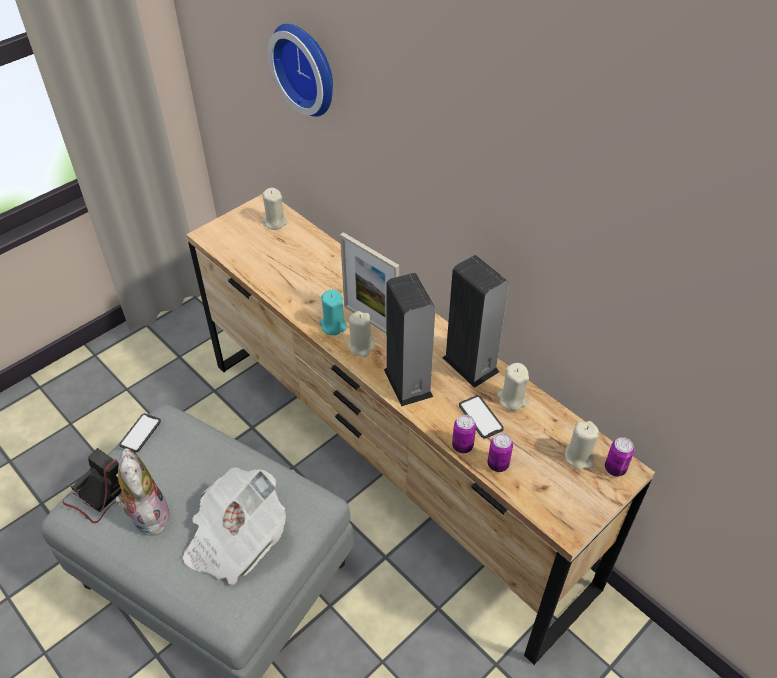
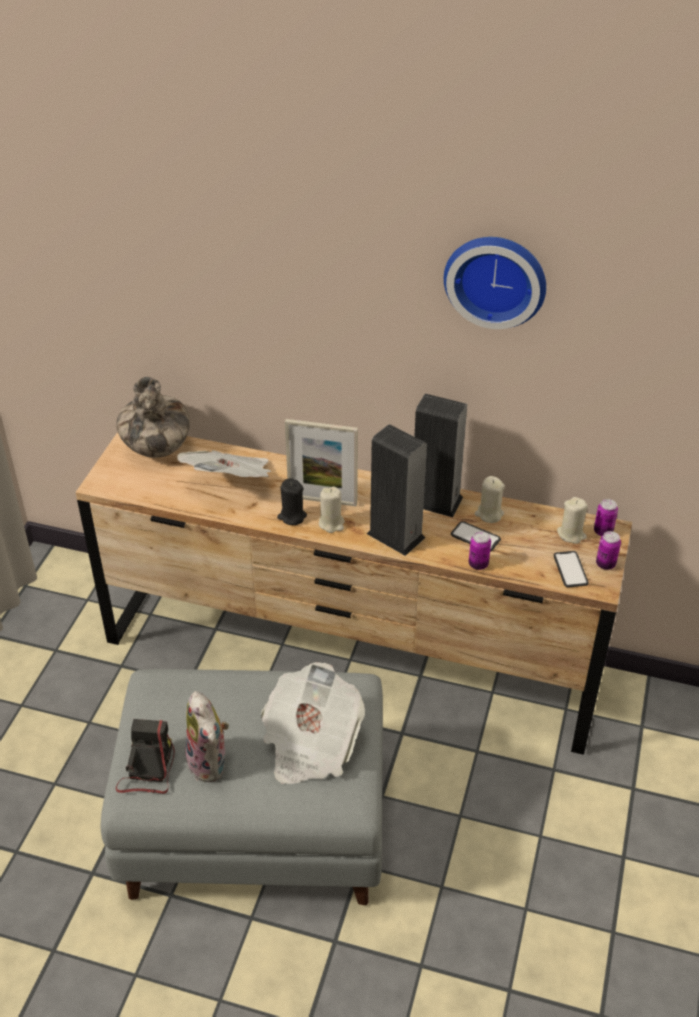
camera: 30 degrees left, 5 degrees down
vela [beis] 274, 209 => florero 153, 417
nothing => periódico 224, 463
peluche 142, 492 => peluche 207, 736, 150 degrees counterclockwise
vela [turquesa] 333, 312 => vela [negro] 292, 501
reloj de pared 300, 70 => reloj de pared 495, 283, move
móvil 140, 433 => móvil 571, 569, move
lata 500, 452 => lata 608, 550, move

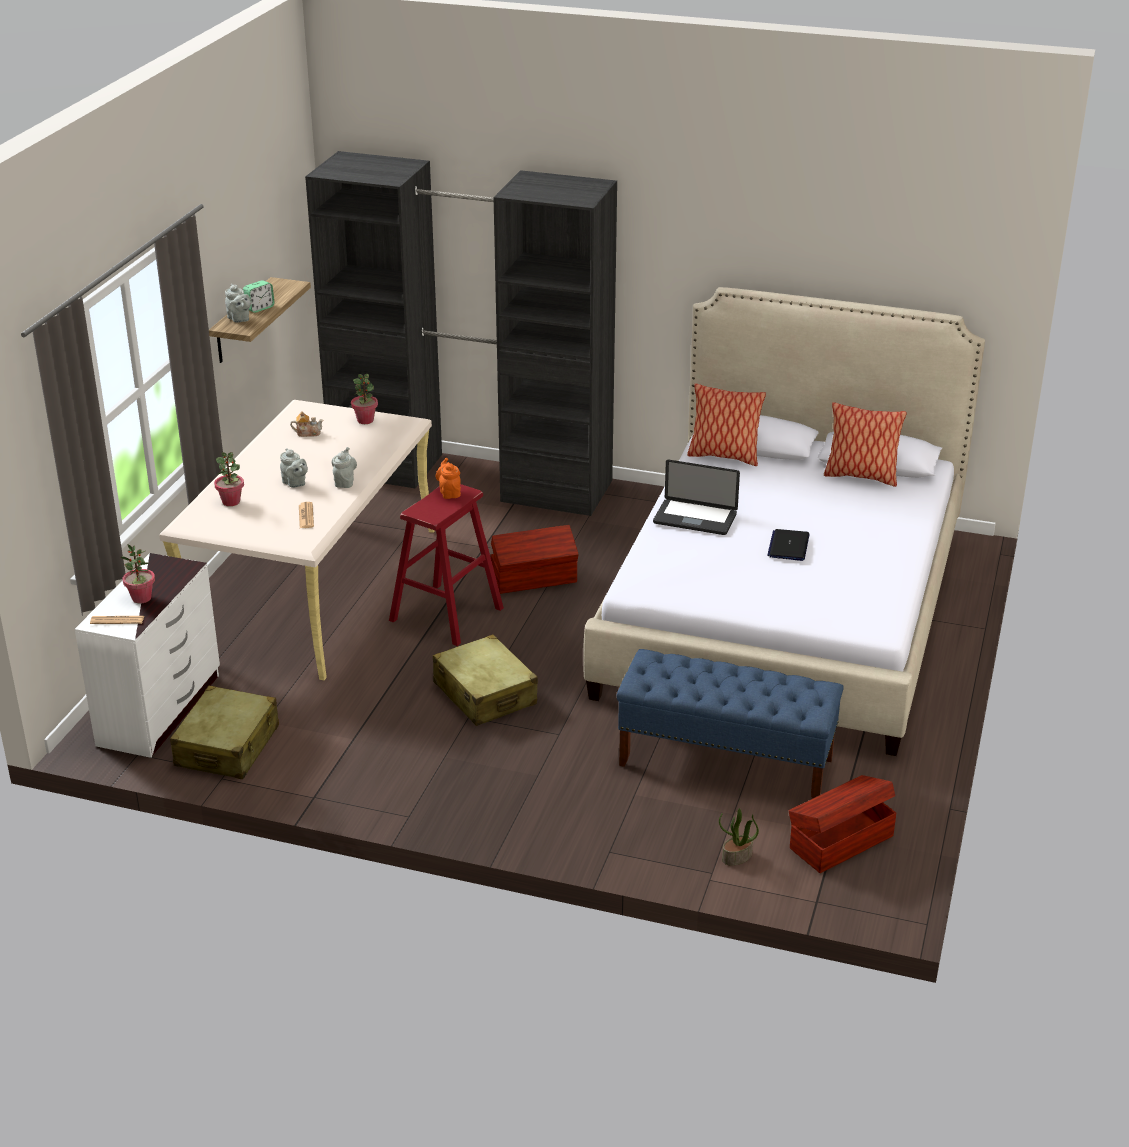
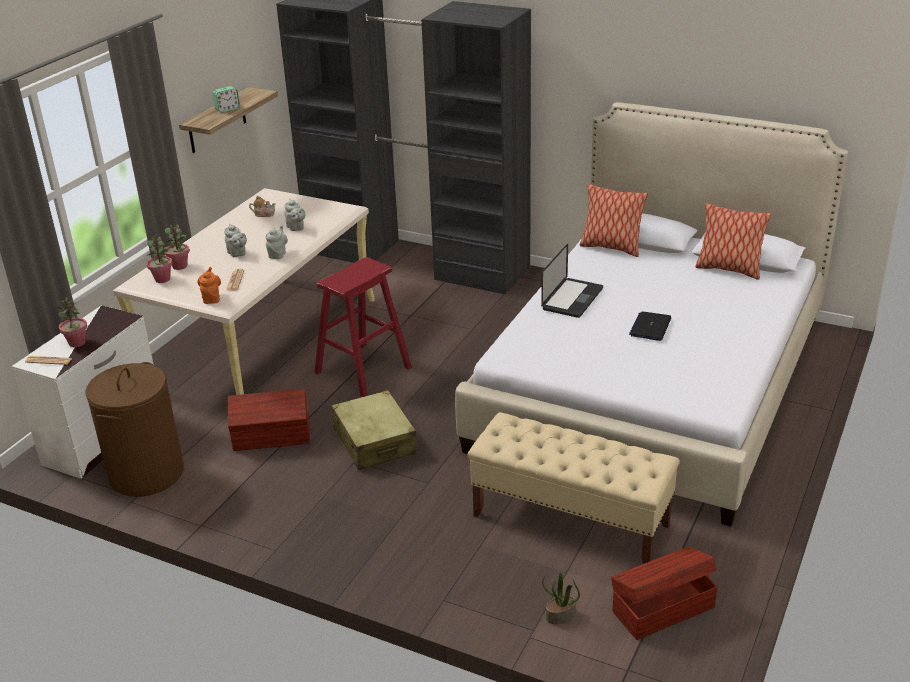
camera: 10 degrees right, 0 degrees up
maleta [beis] 224, 732 => cesto de la ropa [marrón] 134, 429
planta en maceta 364, 399 => planta en maceta 159, 259, move
tetera [naranja] 448, 478 => tetera [naranja] 209, 285, move
caja de almacenaje [marrón] 534, 559 => caja de almacenaje [marrón] 269, 420, move
tetera [gris] 238, 303 => tetera [gris] 294, 215, move
banco [azul] 730, 724 => banco [beis] 574, 488
portátil 696, 497 => portátil 572, 280, 90 degrees counterclockwise

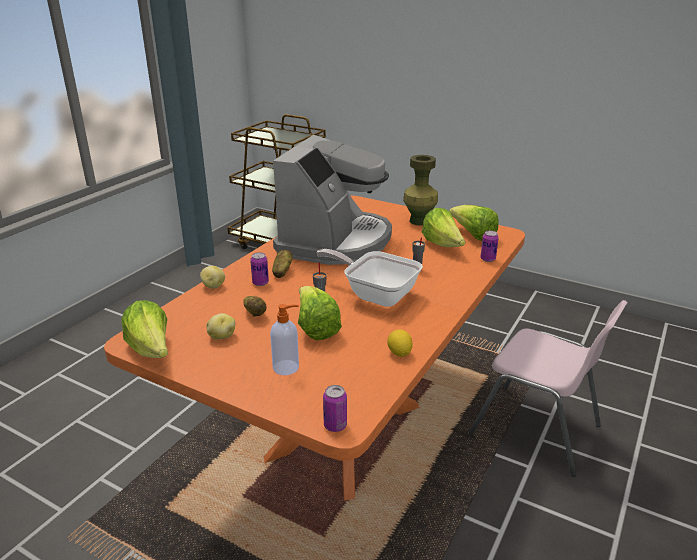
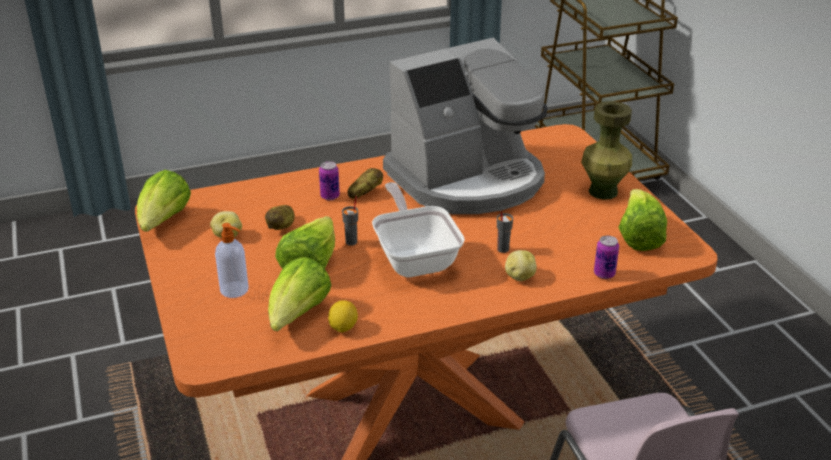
camera: 40 degrees right, 5 degrees up
lechuga 443, 227 => lechuga 299, 294, move
patata 212, 277 => patata 521, 265, move
lata 335, 408 => nothing

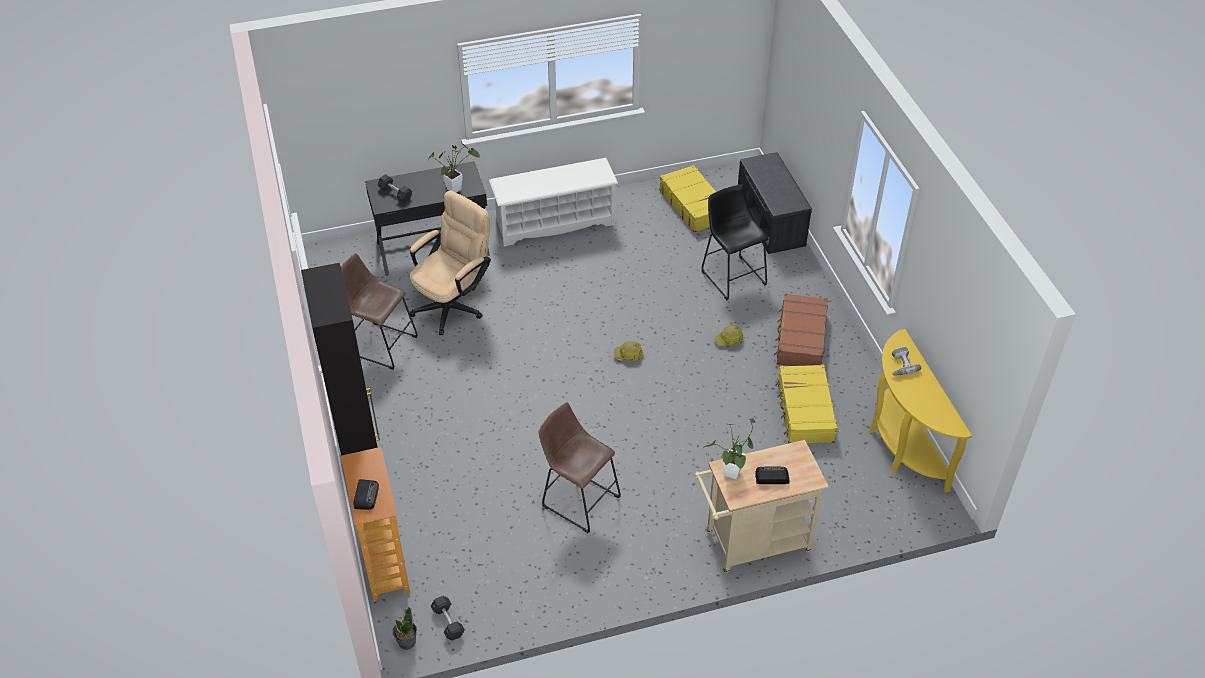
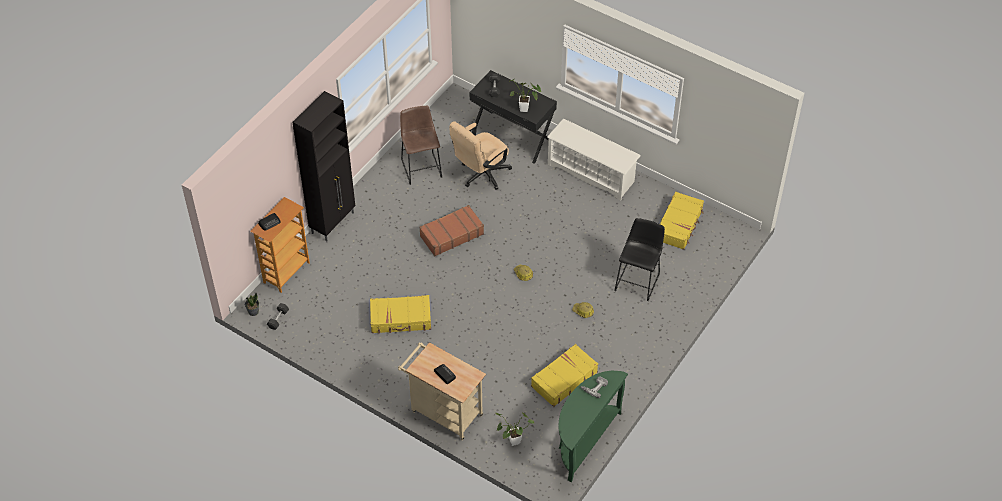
camera: 50 degrees right, 5 degrees up
taburete [marrón] 579, 467 => maleta [amarillo] 400, 314
maleta [marrón] 801, 329 => maleta [marrón] 451, 230, move
silla de oficina [beis] 450, 262 => silla de oficina [beis] 480, 155, 135 degrees clockwise
planta en maceta 729, 448 => planta en maceta 515, 429, move
mesa consola [amarillo] 921, 411 => mesa consola [verde] 593, 426
banco [gris] 775, 203 => nothing

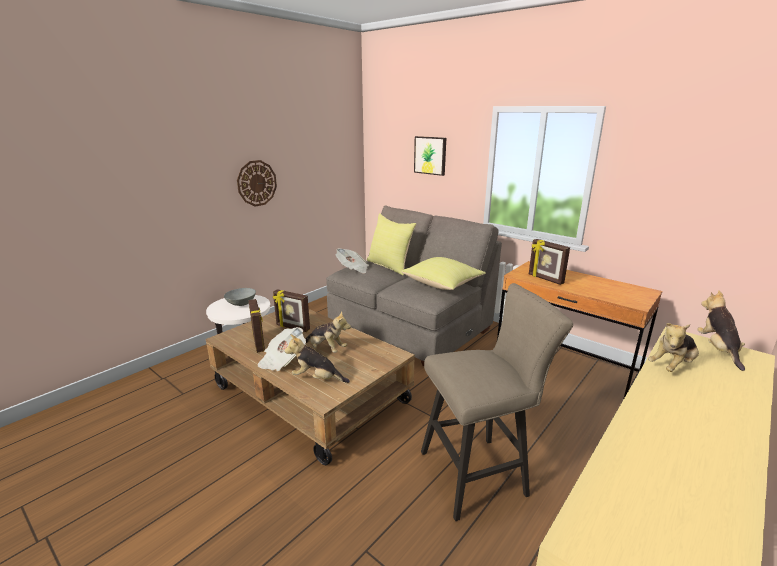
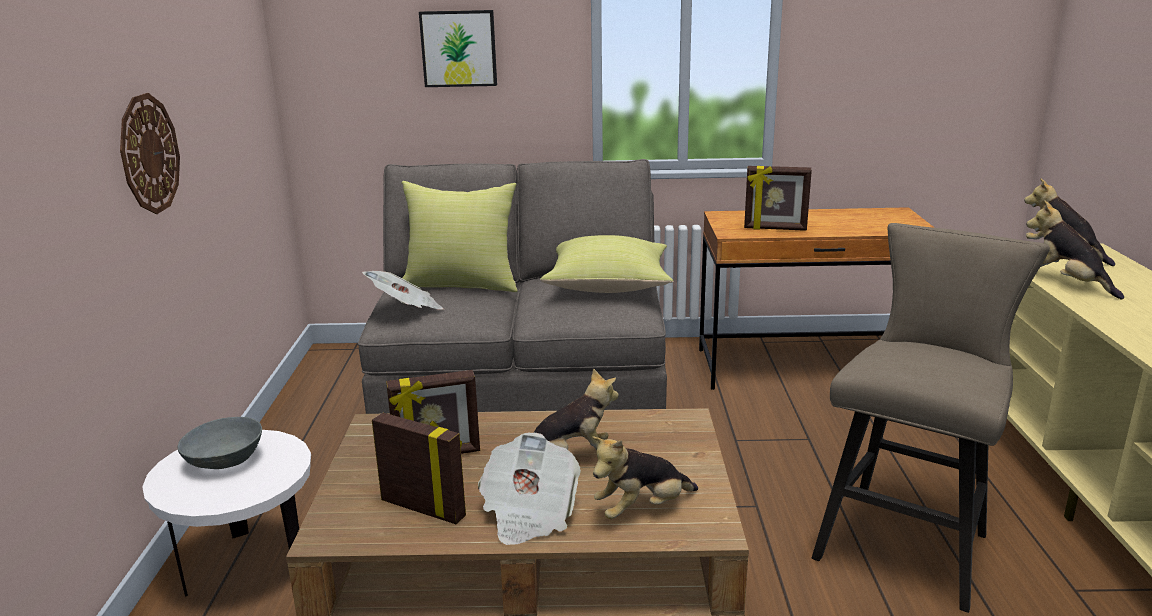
camera: 40 degrees left, 0 degrees up
peluche 673, 347 => peluche 1075, 250, 135 degrees clockwise

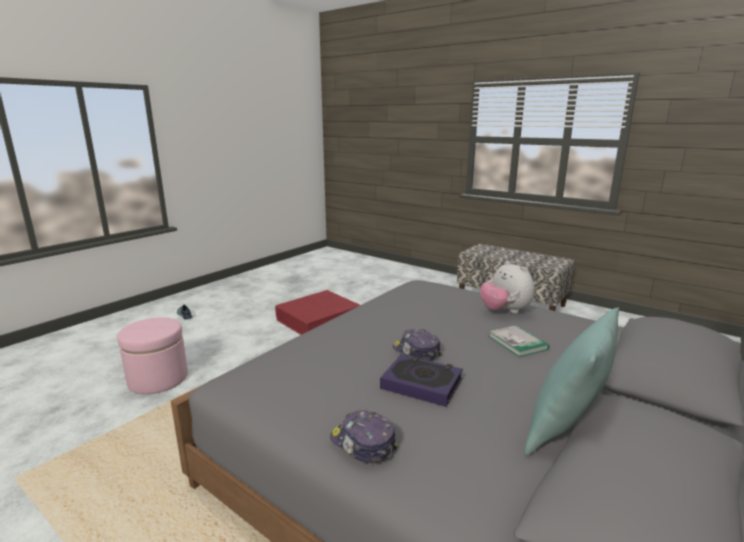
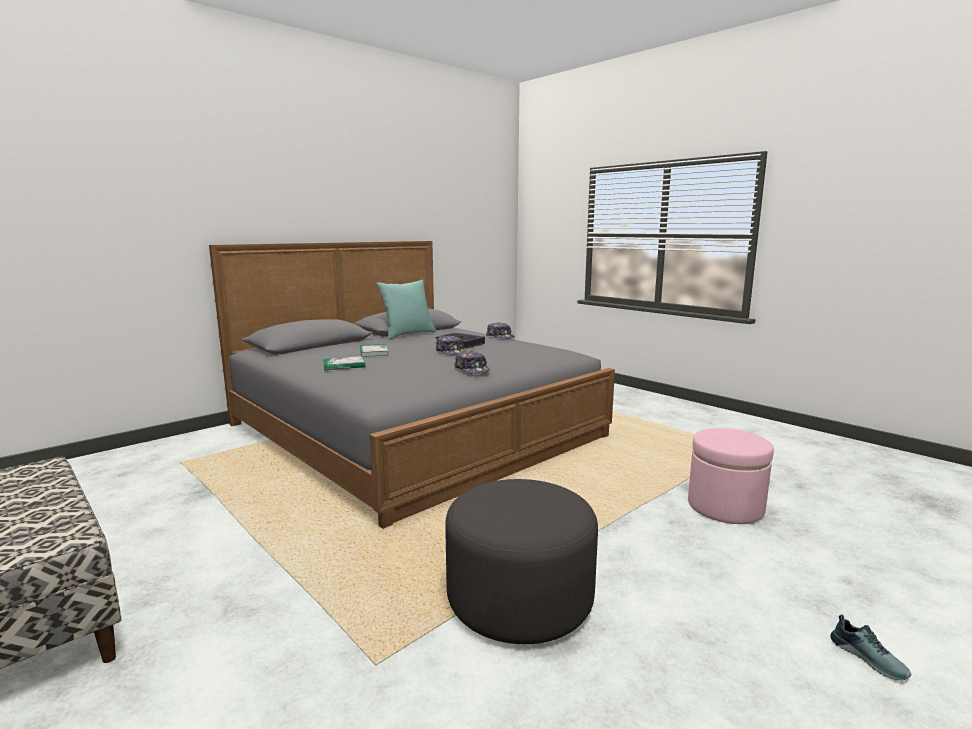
camera: 170 degrees left, 5 degrees down
peluche 507, 287 => libro 344, 363
caja de almacenaje [rojo] 317, 312 => puf [gris] 521, 561
nothing => gorra 472, 362

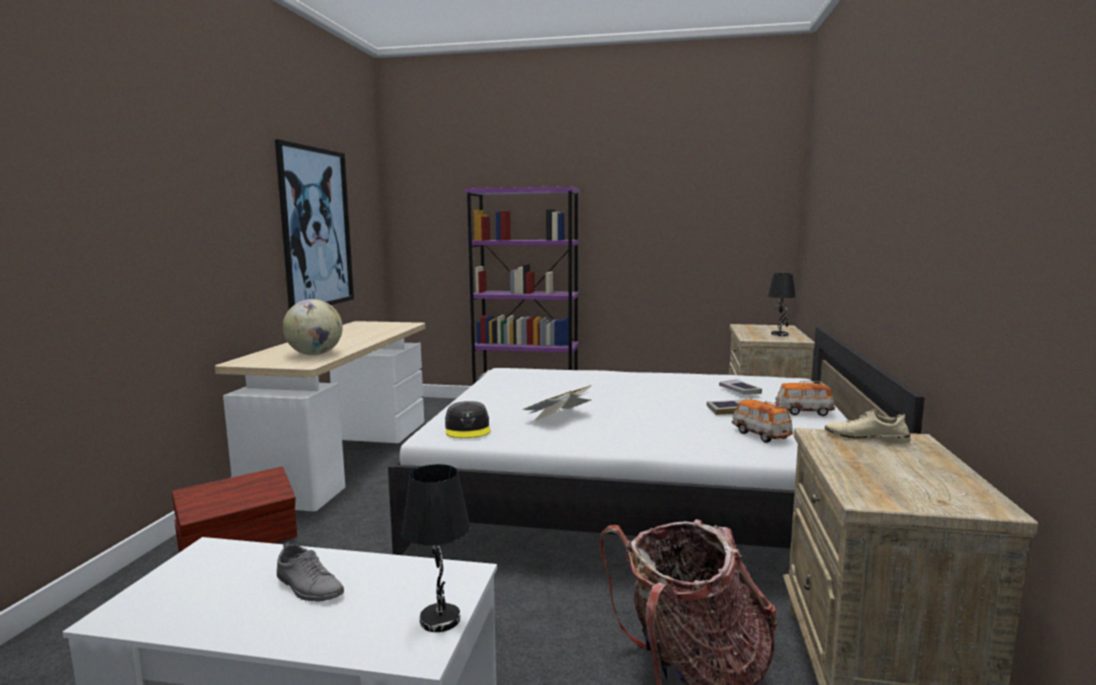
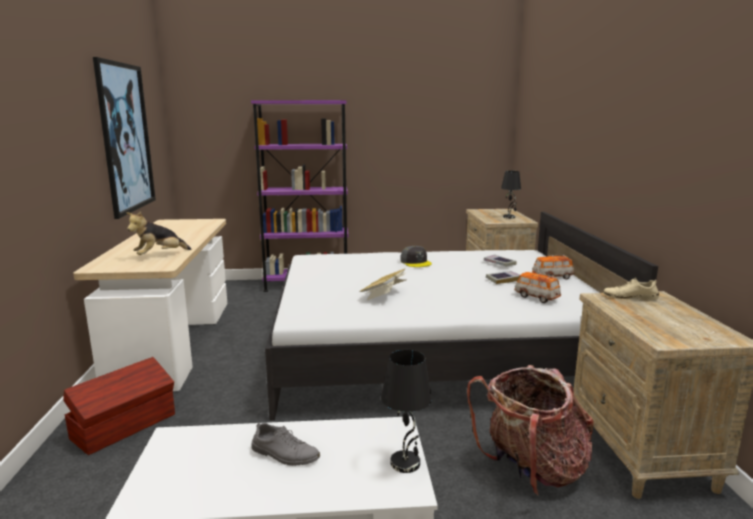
camera: 15 degrees left, 5 degrees up
globo terráqueo 313, 327 => peluche 158, 233
gorra [gris] 467, 419 => gorra [gris] 416, 256, move

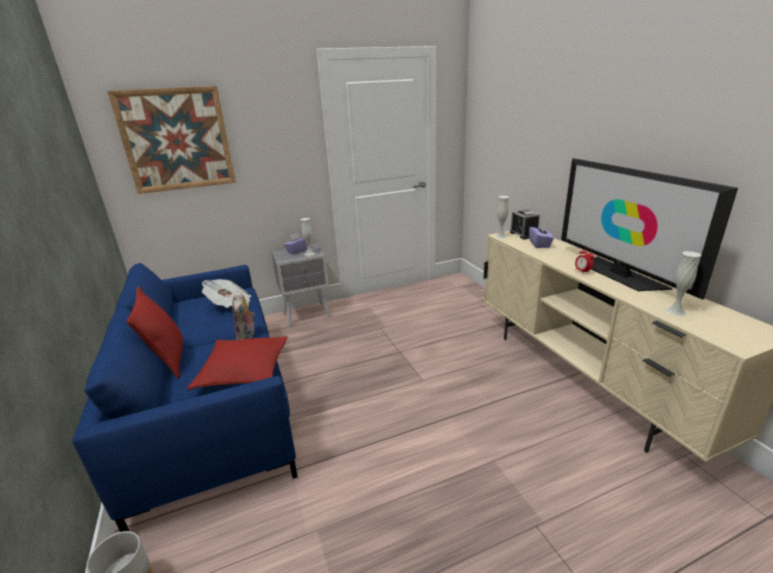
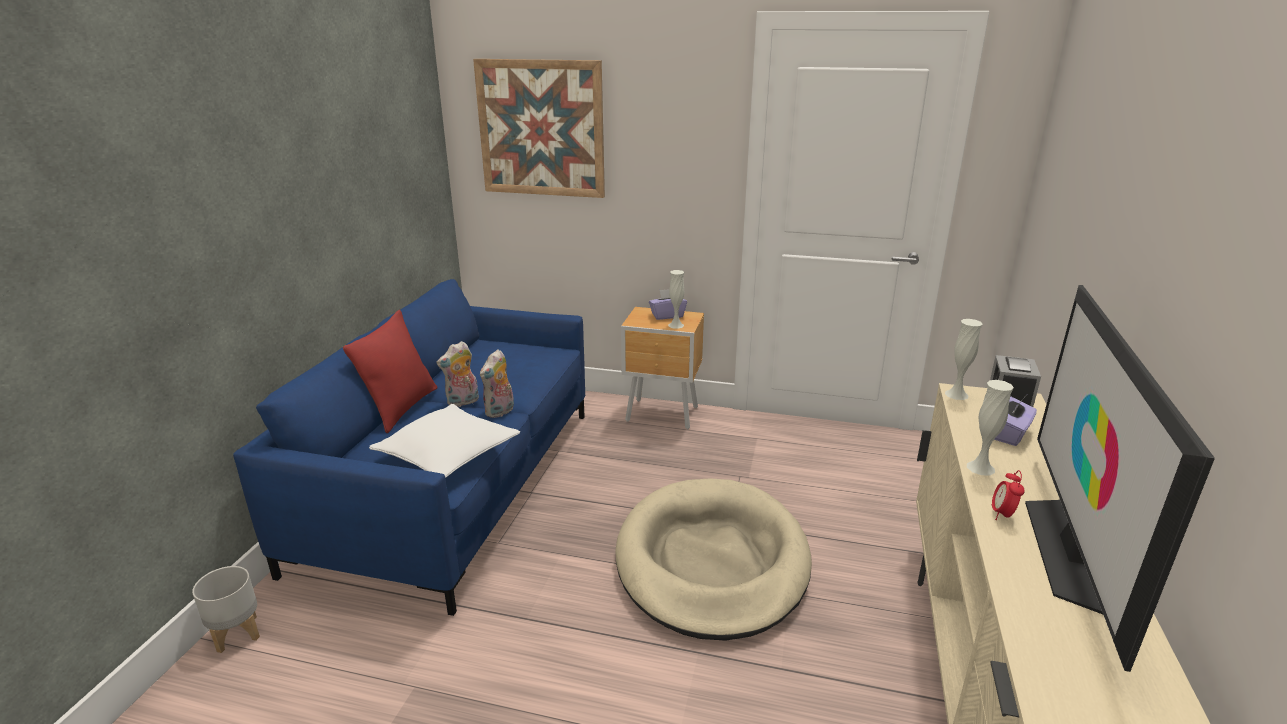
camera: 35 degrees right, 0 degrees up
cojín [rojo] 237, 363 => cojín [blanco] 444, 441
nothing => peluche 457, 374
nothing => cama para perro [beis] 713, 559
mesita de noche [gris] 300, 285 => mesita de noche [marrón] 662, 368
florero [blanco] 683, 283 => florero [blanco] 990, 428, move
periódico 226, 293 => nothing

